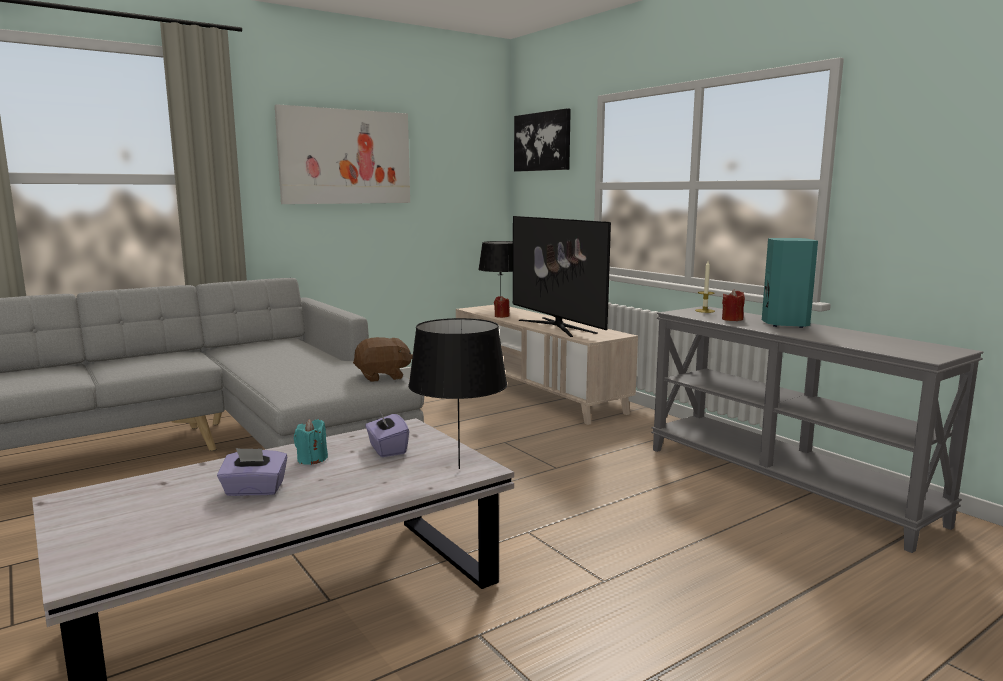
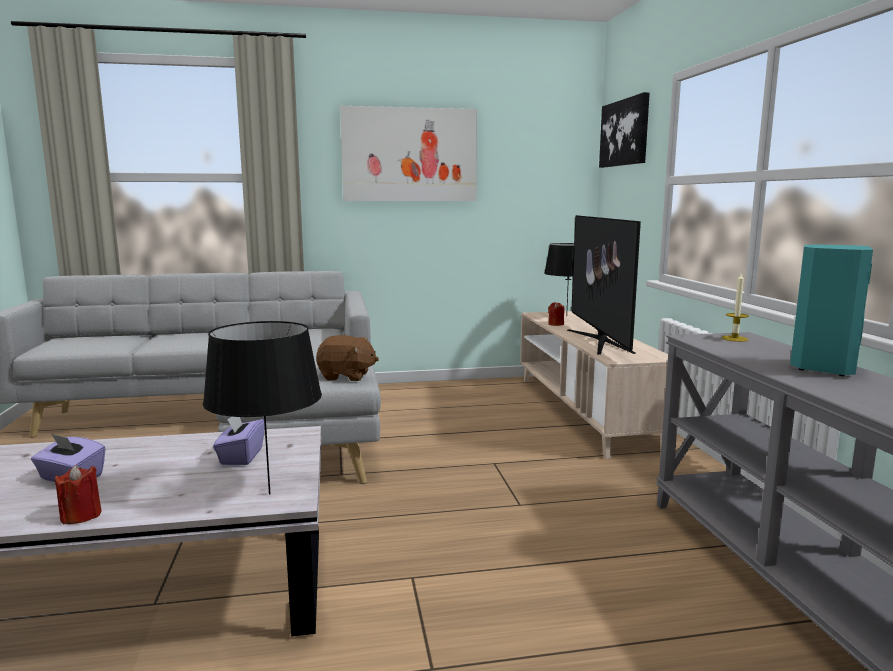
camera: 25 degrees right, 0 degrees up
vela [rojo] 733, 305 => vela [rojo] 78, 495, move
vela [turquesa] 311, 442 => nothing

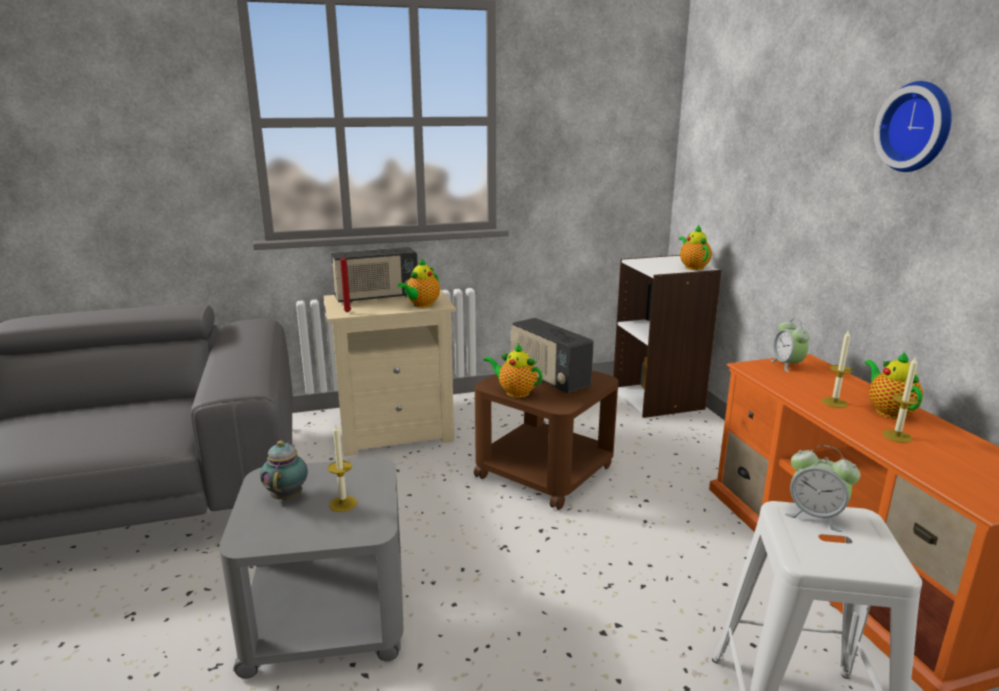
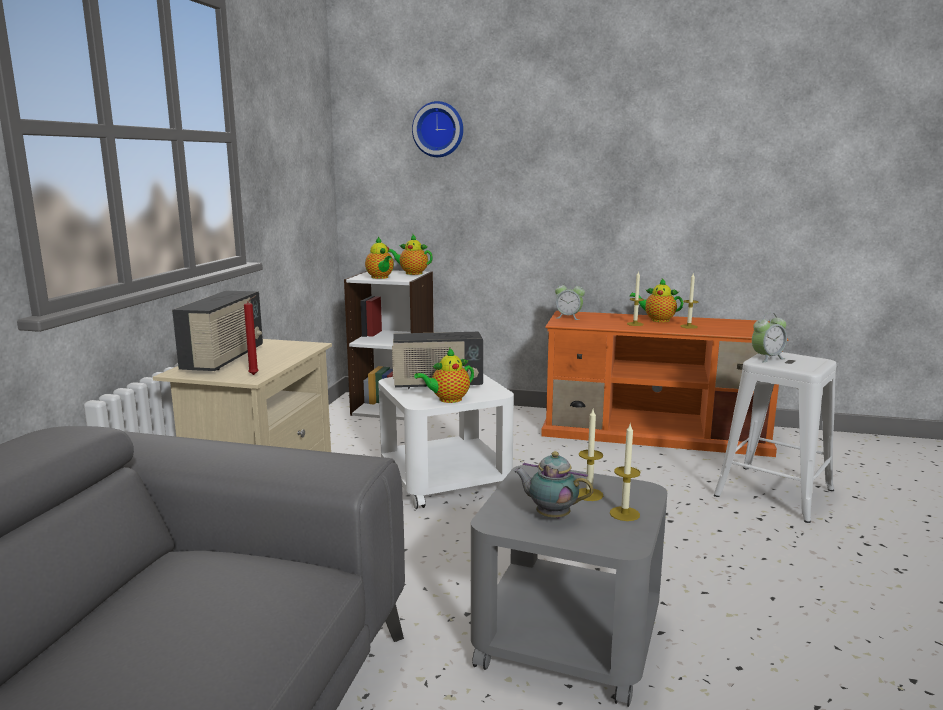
camera: 60 degrees left, 5 degrees down
tetera 419, 282 => tetera 379, 258, move
mesa auxiliar [marrón] 546, 440 => mesa auxiliar [blanco] 446, 441
reloj de pared 913, 126 => reloj de pared 437, 129, move
nothing => vela 625, 472

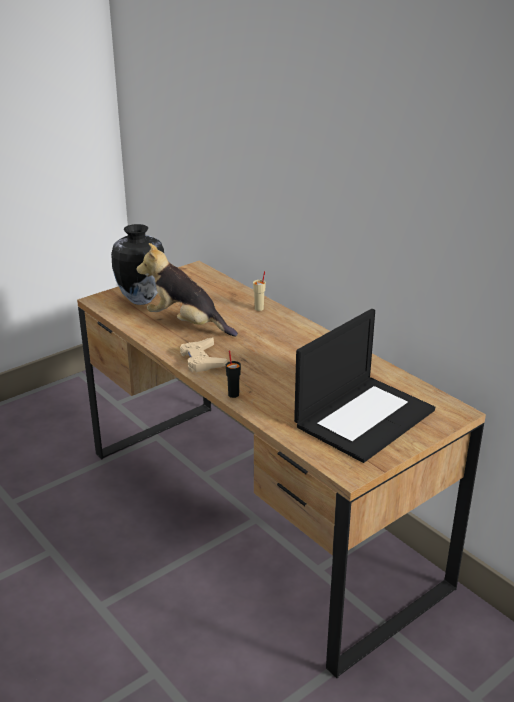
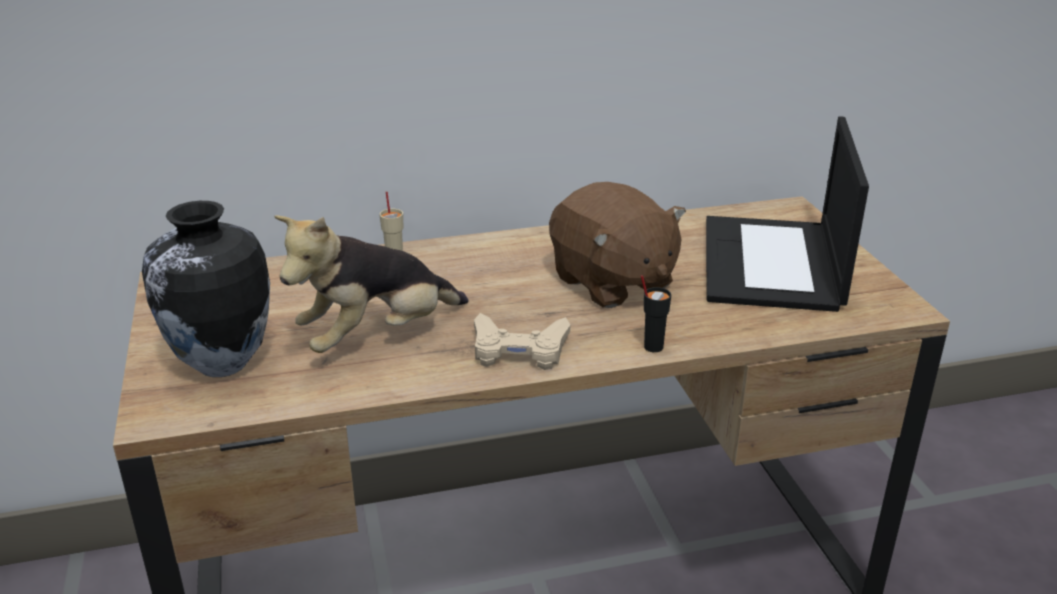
camera: 65 degrees left, 0 degrees up
nothing => peluche [marrón] 617, 245
portátil 364, 386 => portátil 787, 214, 150 degrees counterclockwise

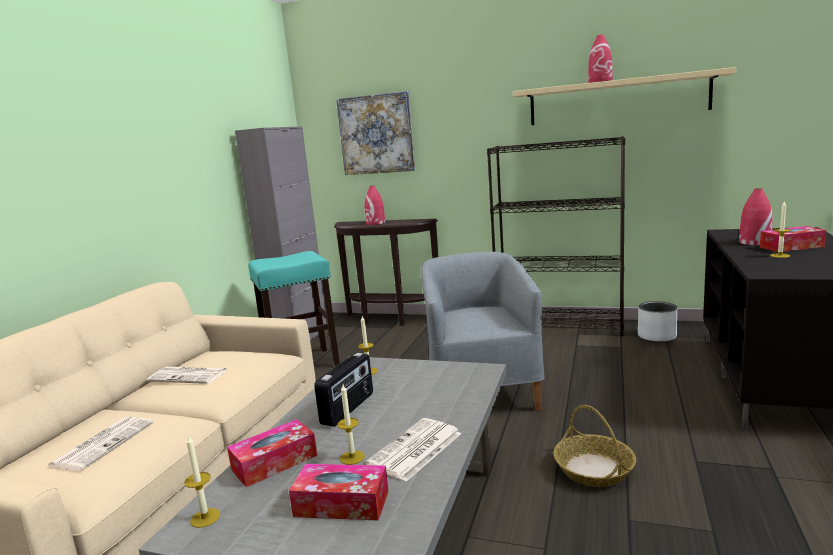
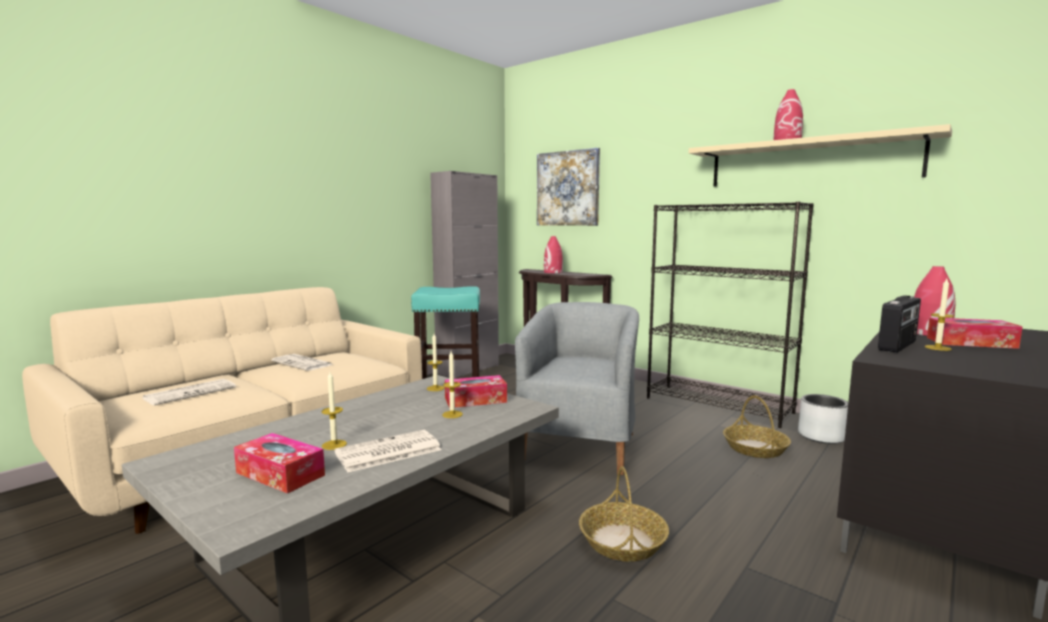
camera: 20 degrees right, 5 degrees down
vela 202, 481 => vela 452, 384, move
caja de pañuelos 272, 453 => caja de pañuelos 476, 391, move
nothing => cesta 757, 426
radio 343, 390 => radio 899, 324, move

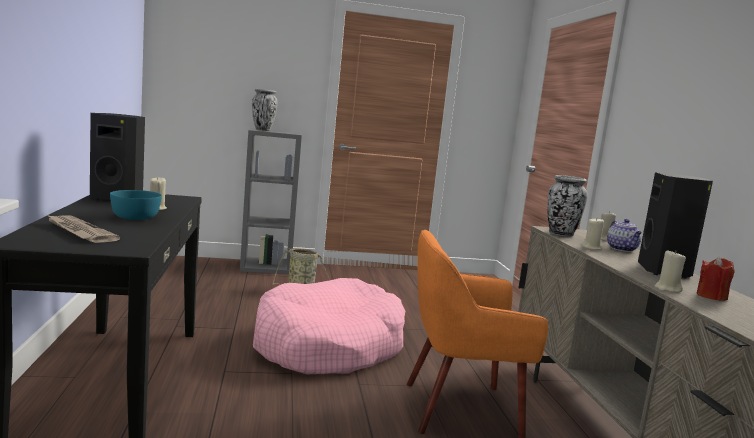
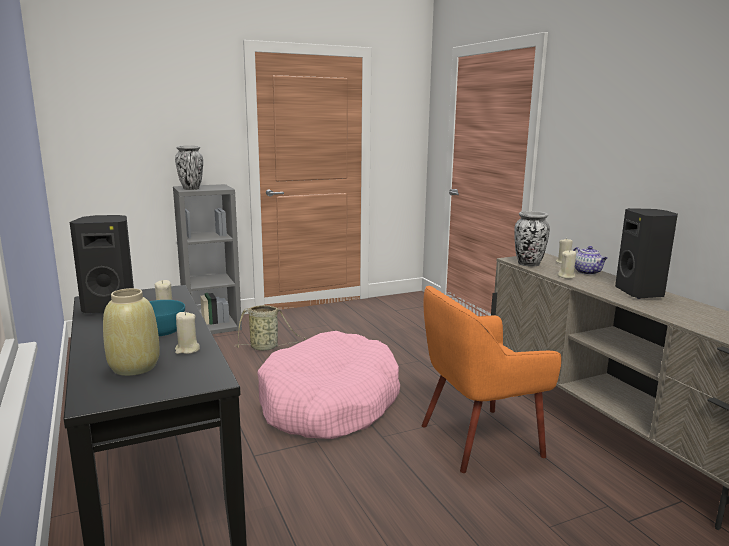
camera: 15 degrees left, 5 degrees up
periódico 83, 229 => florero [beis] 131, 332
vela [beis] 670, 271 => vela [beis] 187, 332, move
vela [rojo] 715, 278 => nothing

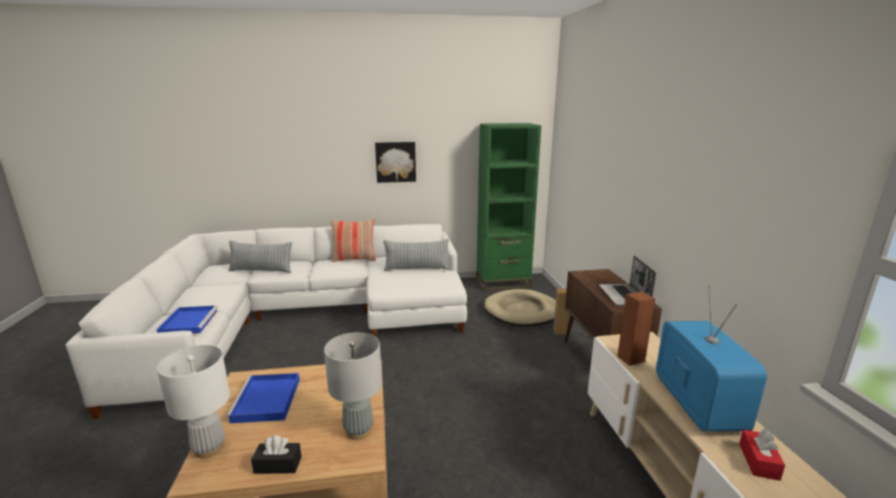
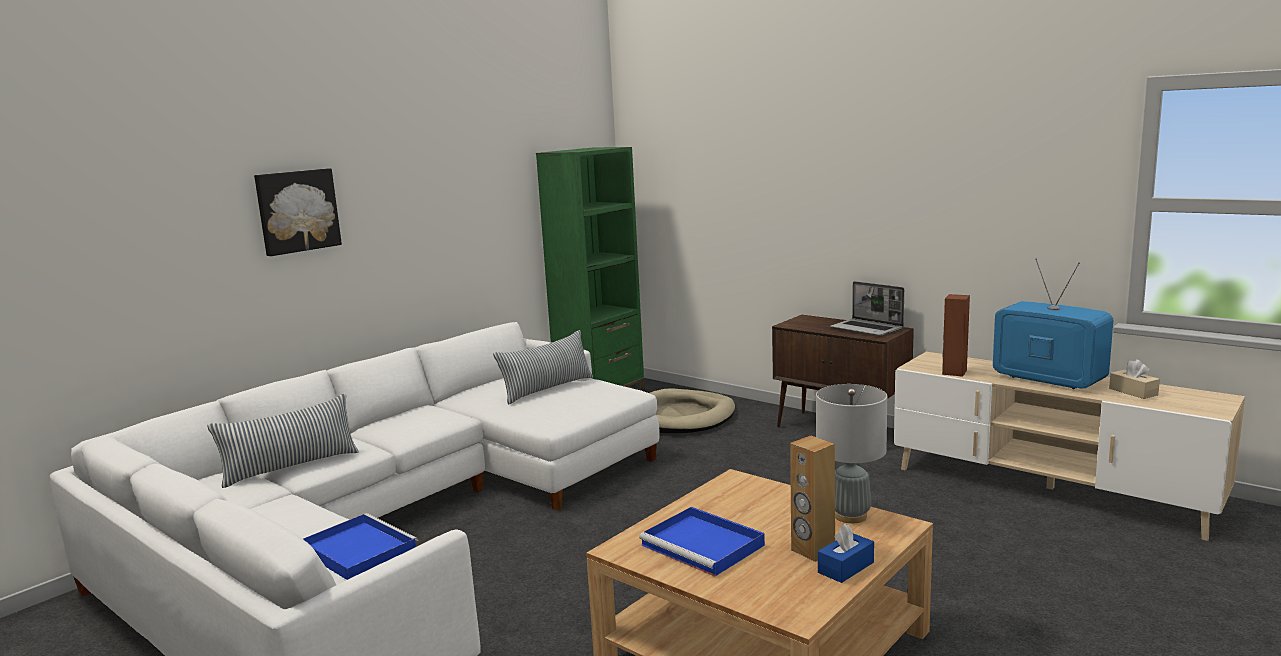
camera: 40 degrees left, 5 degrees down
cuadro 395, 162 => cuadro 298, 212, move
altavoz [marrón] 561, 311 => altavoz [marrón] 812, 499, move
caja de pañuelos [negro] 276, 454 => caja de pañuelos [azul] 846, 553
caja de pañuelos [rojo] 762, 454 => caja de pañuelos [beis] 1134, 379
lámpara de mesa [blanco] 193, 402 => nothing
cojín 353, 240 => nothing

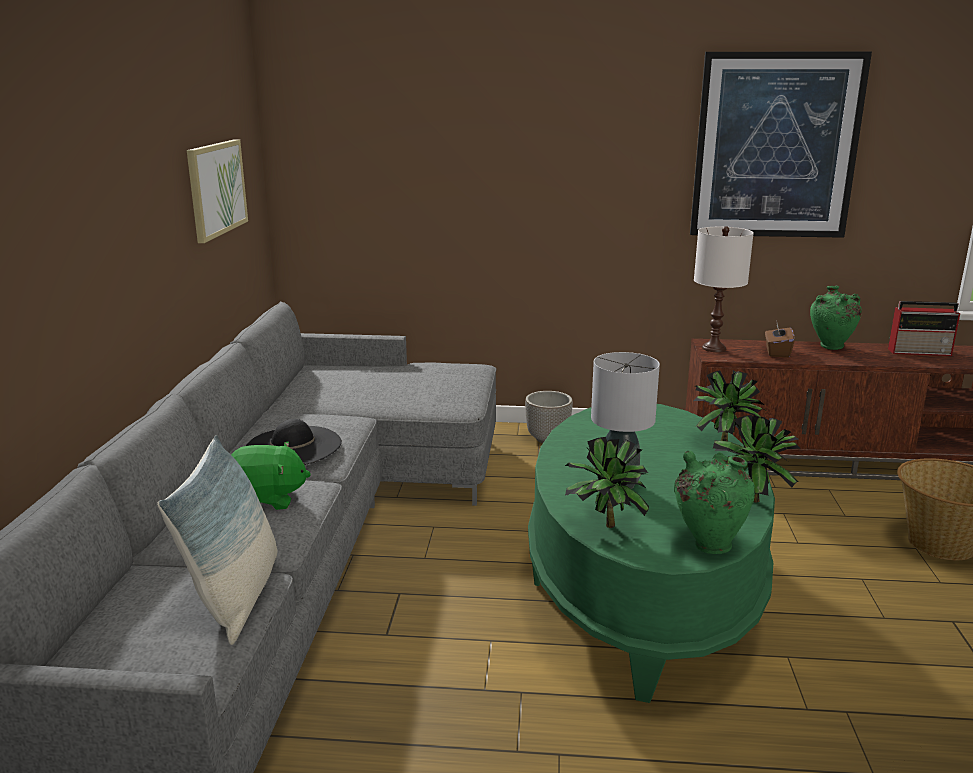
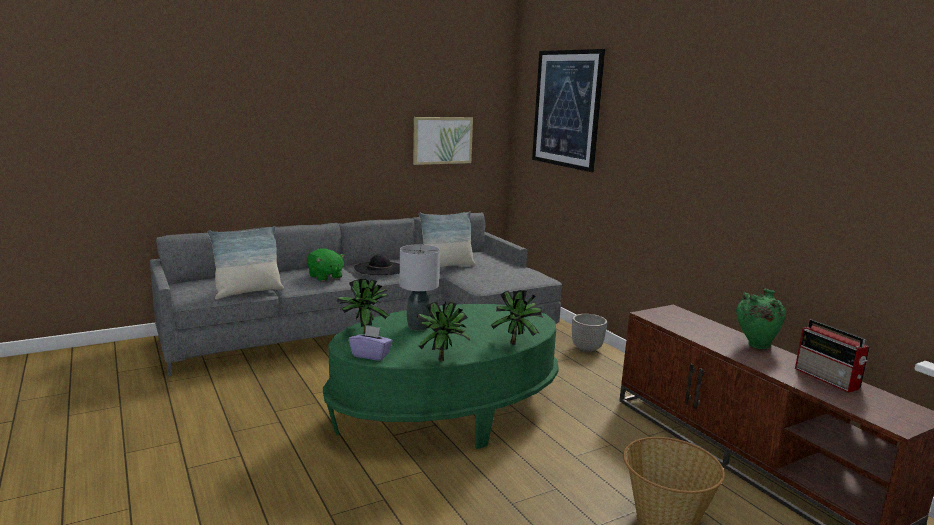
camera: 55 degrees right, 5 degrees down
florero [verde] 714, 502 => caja de pañuelos [morado] 371, 343
nothing => cojín 447, 239
cuadro 781, 145 => cuadro 568, 110, move
lámpara de mesa [blanco] 724, 289 => nothing
caja de pañuelos [marrón] 780, 341 => nothing

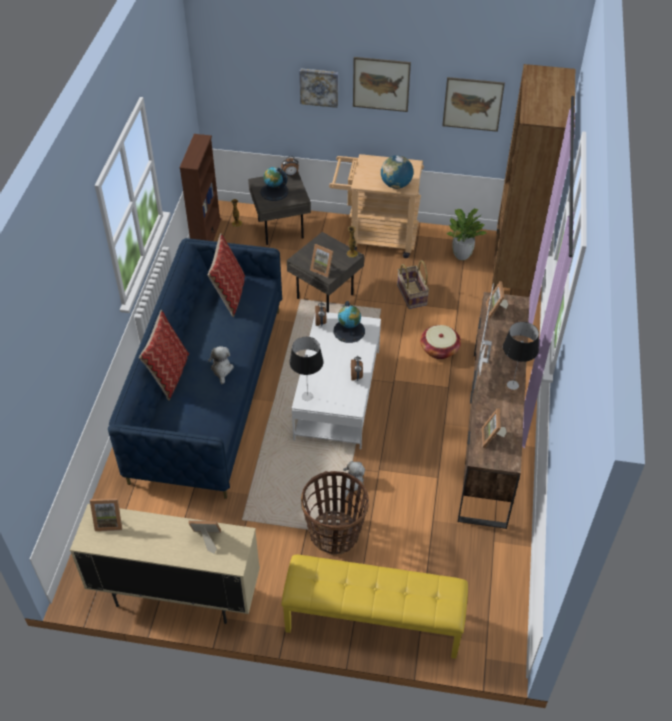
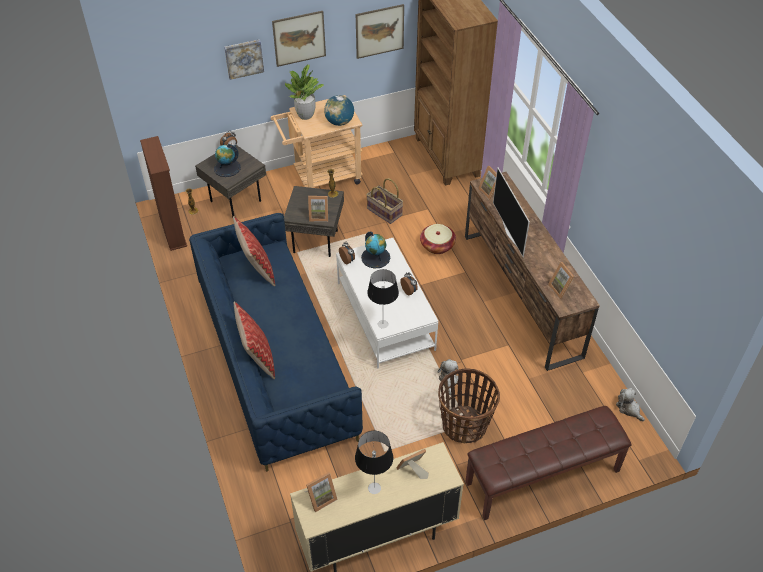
camera: 30 degrees left, 0 degrees up
planta en maceta 466, 234 => planta en maceta 304, 92, move
lámpara de mesa 521, 356 => lámpara de mesa 374, 462, move
banco [amarillo] 374, 607 => banco [marrón] 548, 463
peluche 221, 365 => peluche 630, 405, move

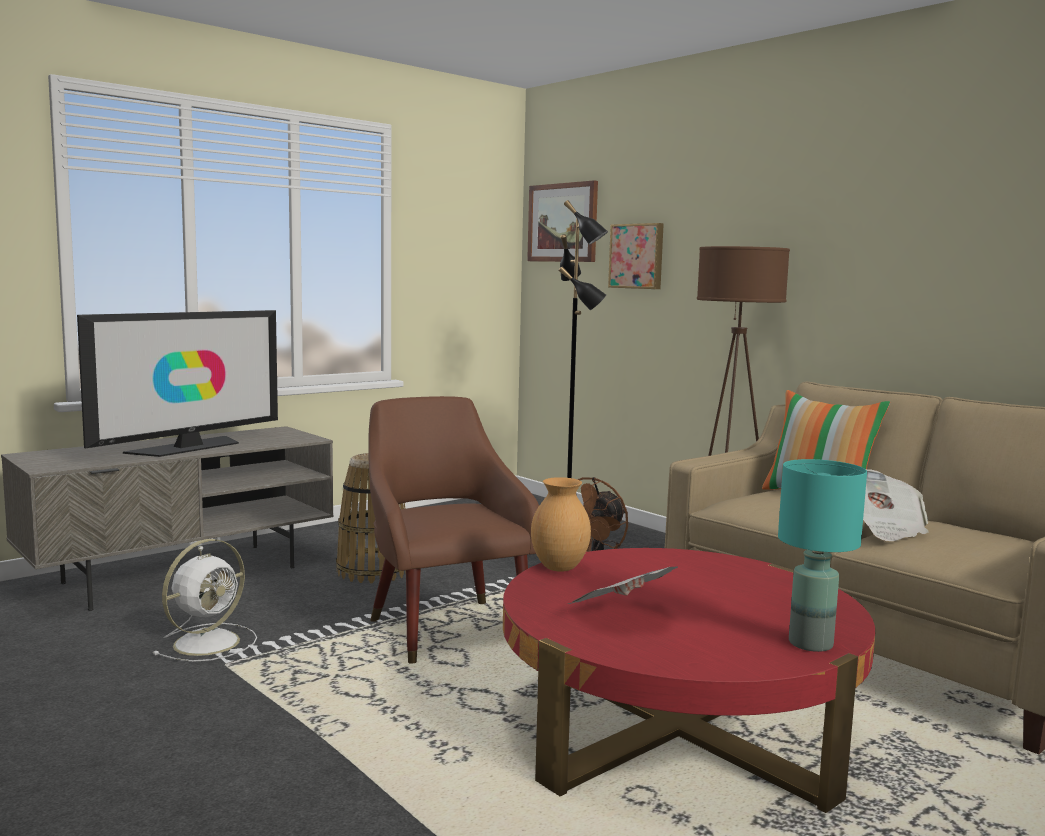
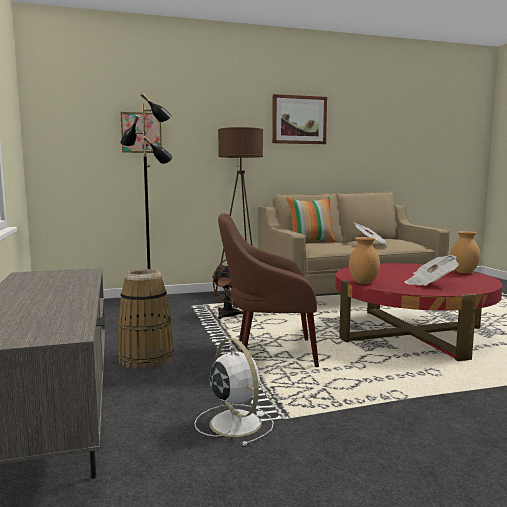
camera: 65 degrees left, 0 degrees up
cuadro 562, 221 => cuadro 299, 119, move
lámpara de mesa [turquesa] 822, 555 => florero [marrón] 465, 252
televisor 177, 383 => nothing

